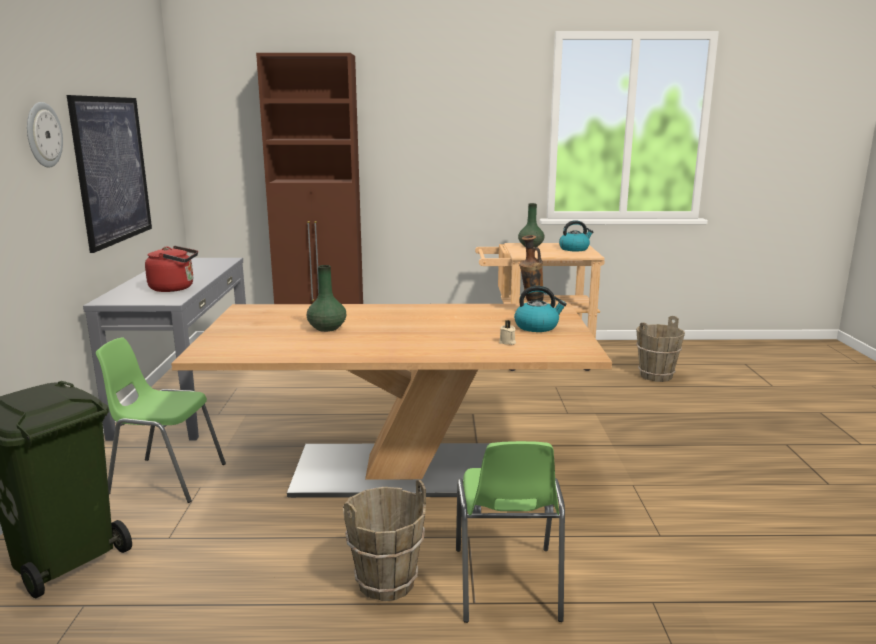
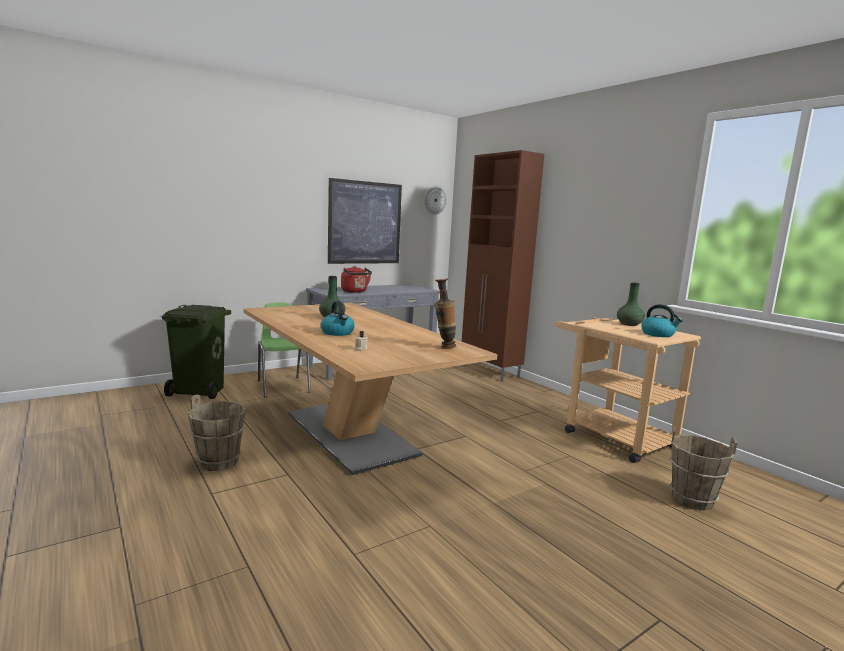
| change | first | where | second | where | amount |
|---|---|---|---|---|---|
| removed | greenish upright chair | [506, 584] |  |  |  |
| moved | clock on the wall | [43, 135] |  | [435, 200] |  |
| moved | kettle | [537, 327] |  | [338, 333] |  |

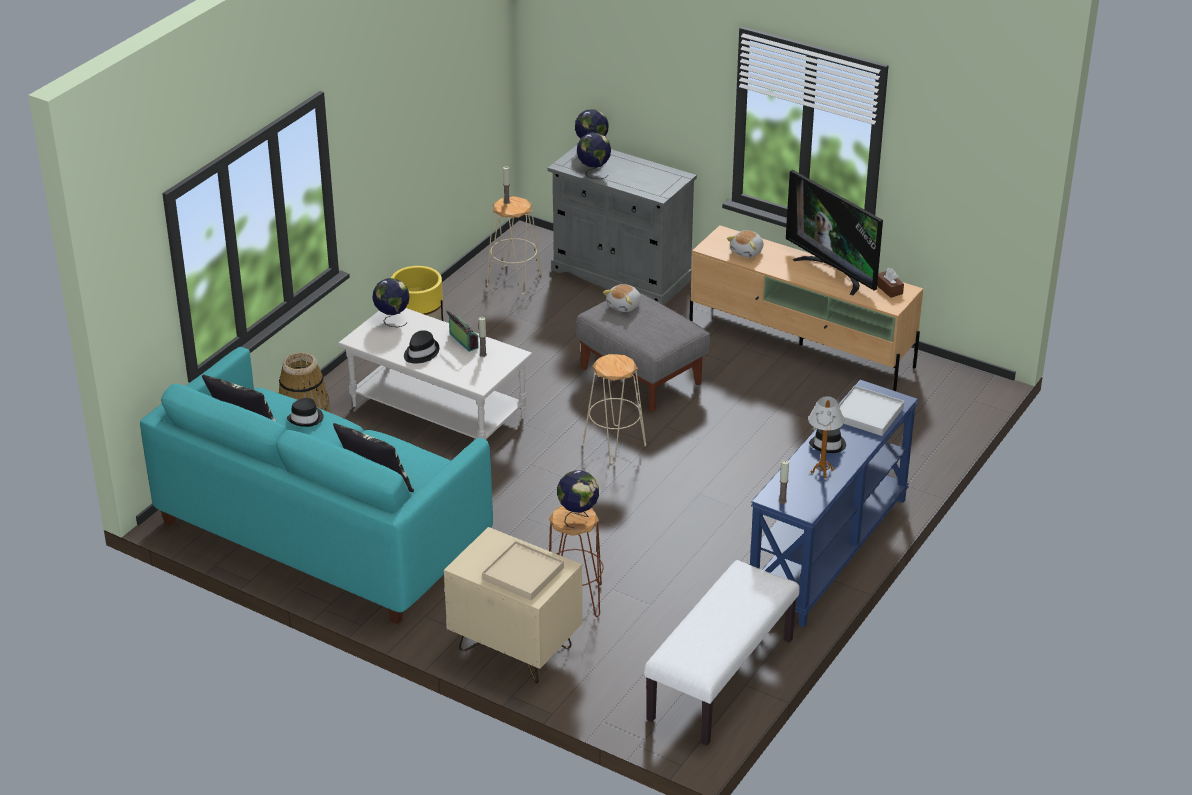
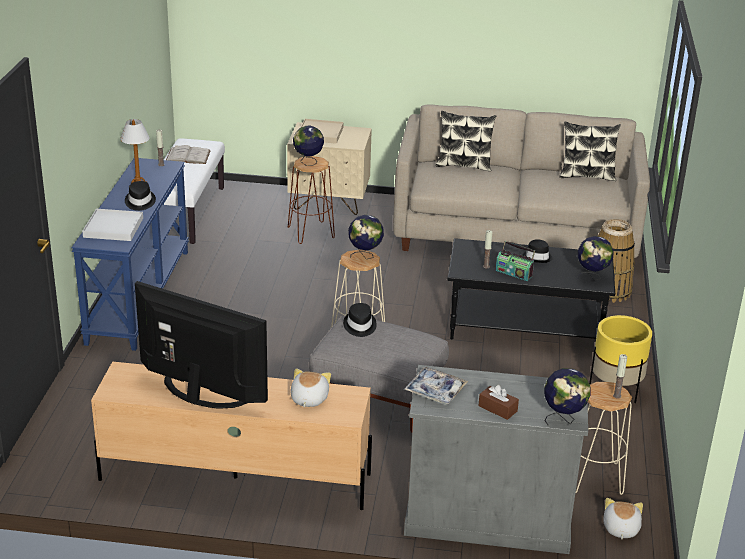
| change | first | where | second | where | amount |
|---|---|---|---|---|---|
| added |  |  | white volume | [188, 156] |  |
| added |  |  | serving tray | [435, 391] |  |
| moved | black-coloured wearable hat | [306, 418] |  | [359, 326] |  |
| moved | globe | [593, 173] |  | [365, 256] |  |
| moved | soft toy | [624, 306] |  | [620, 529] |  |
| moved | brownish tissue box | [889, 289] |  | [497, 408] |  |
| recoloured | turquoise settee | [322, 532] | sand-coloured settee | [515, 234] |  |
| recoloured | white coffee table | [437, 412] | black-coloured coffee table | [526, 327] |  |

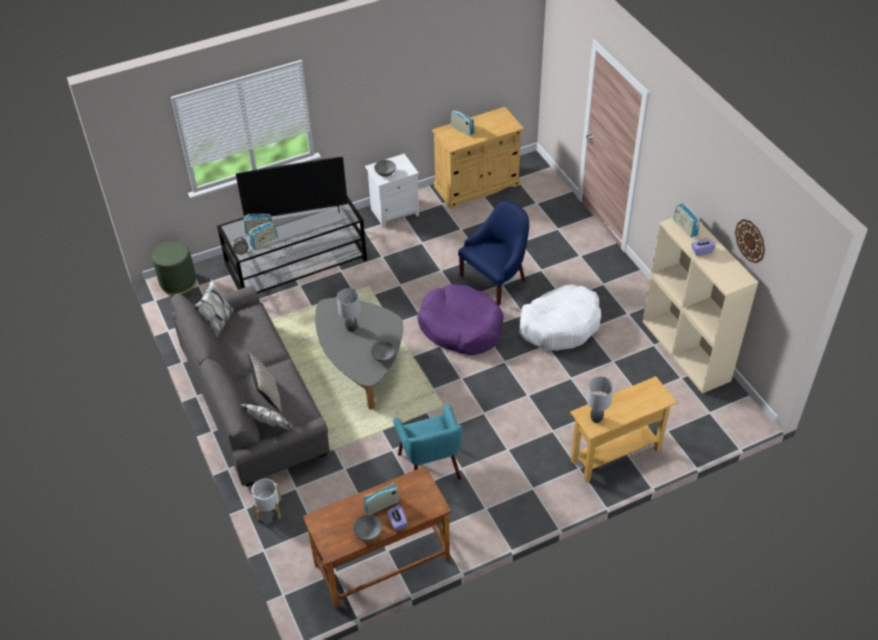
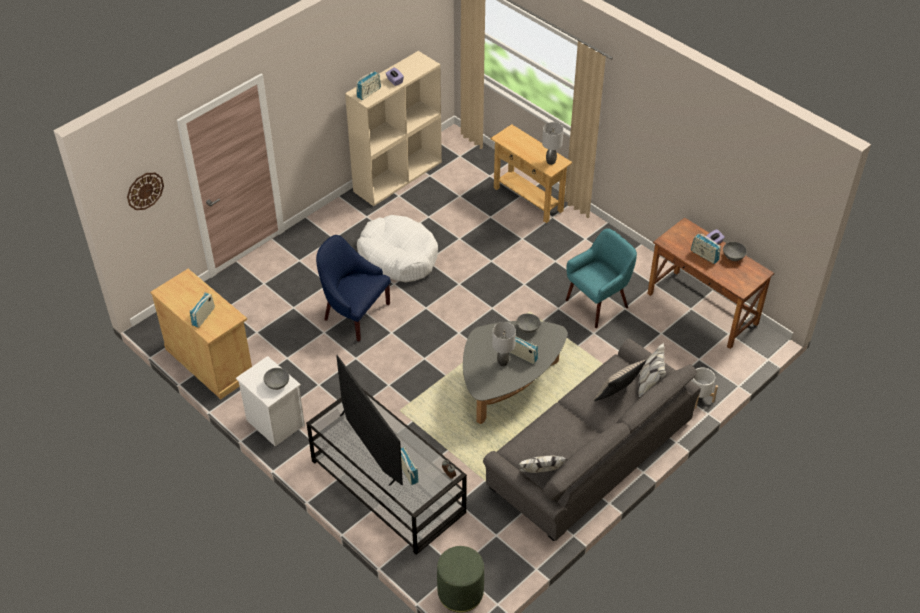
| change | first | where | second | where | amount |
|---|---|---|---|---|---|
| removed | purple dog bed | [461, 327] |  |  |  |
| moved | radio | [264, 242] |  | [522, 356] |  |
| moved | clock on the wall | [750, 240] |  | [145, 190] |  |

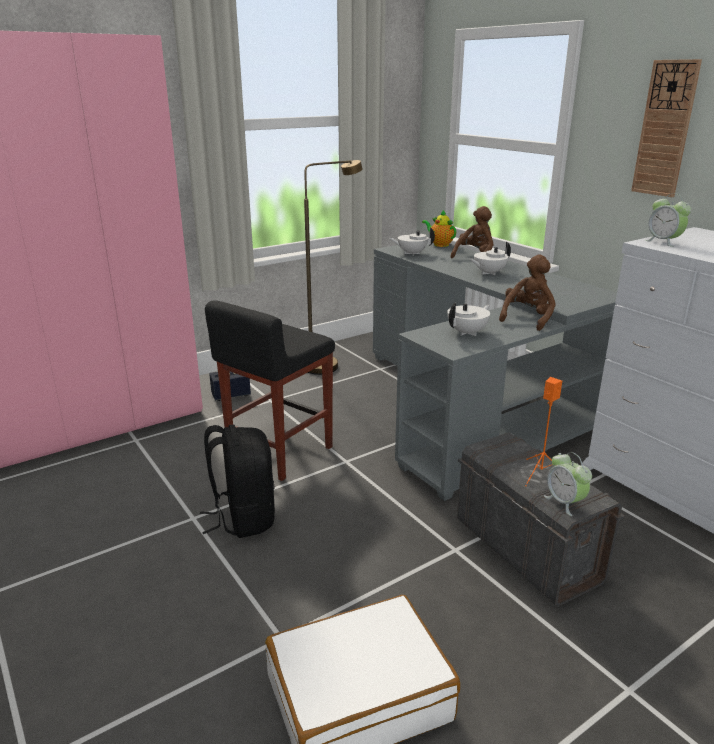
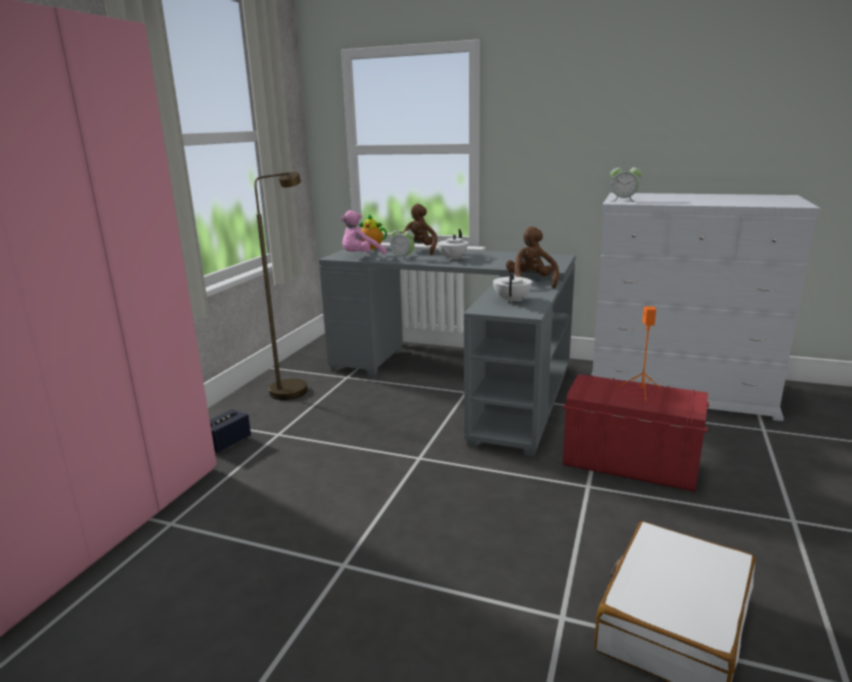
| change | first | where | second | where | amount |
|---|---|---|---|---|---|
| removed | black-coloured rucksack | [243, 518] |  |  |  |
| removed | black-coloured sitting stool | [279, 452] |  |  |  |
| removed | clock on the wall | [665, 129] |  |  |  |
| moved | bedside clock | [564, 502] |  | [402, 258] |  |
| replaced | white pot for tea | [411, 253] | pink soft toy | [361, 257] |  |
| recoloured | grey storage box | [526, 550] | red-coloured storage box | [629, 465] |  |

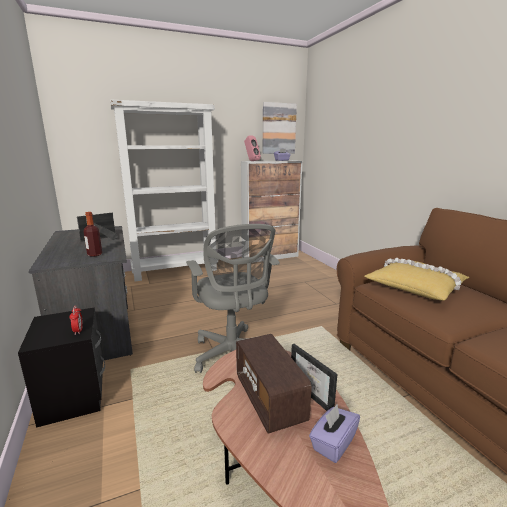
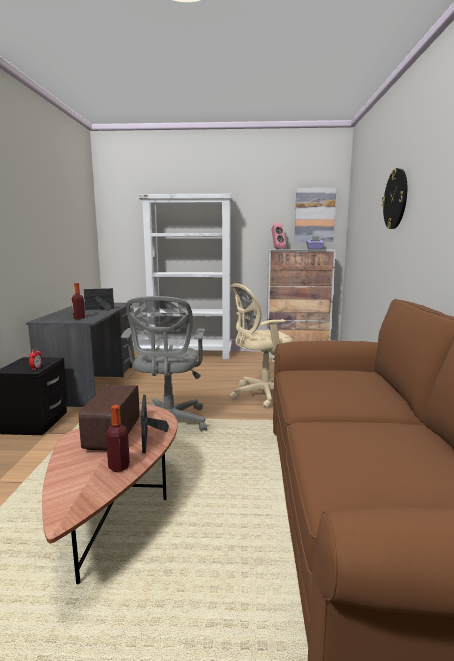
| change | first | where | second | where | amount |
|---|---|---|---|---|---|
| removed | yellow cushion | [416, 286] |  |  |  |
| added |  |  | sand-coloured computer chair | [262, 395] |  |
| added |  |  | clock on the wall | [395, 199] |  |
| replaced | purple tissue box | [333, 443] | drink bottle | [119, 467] |  |

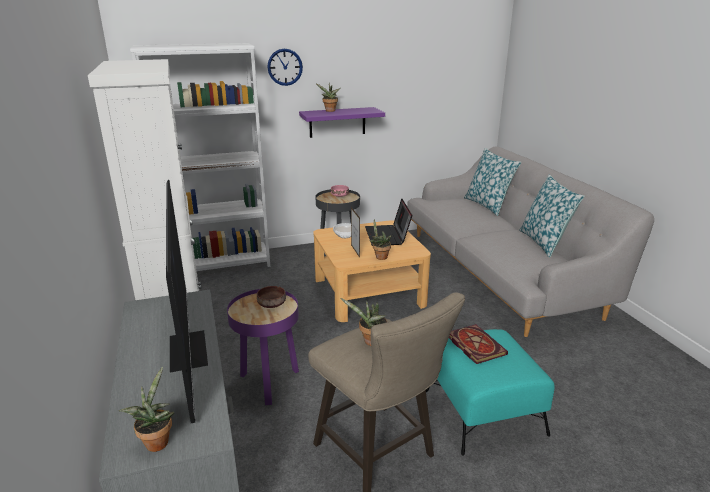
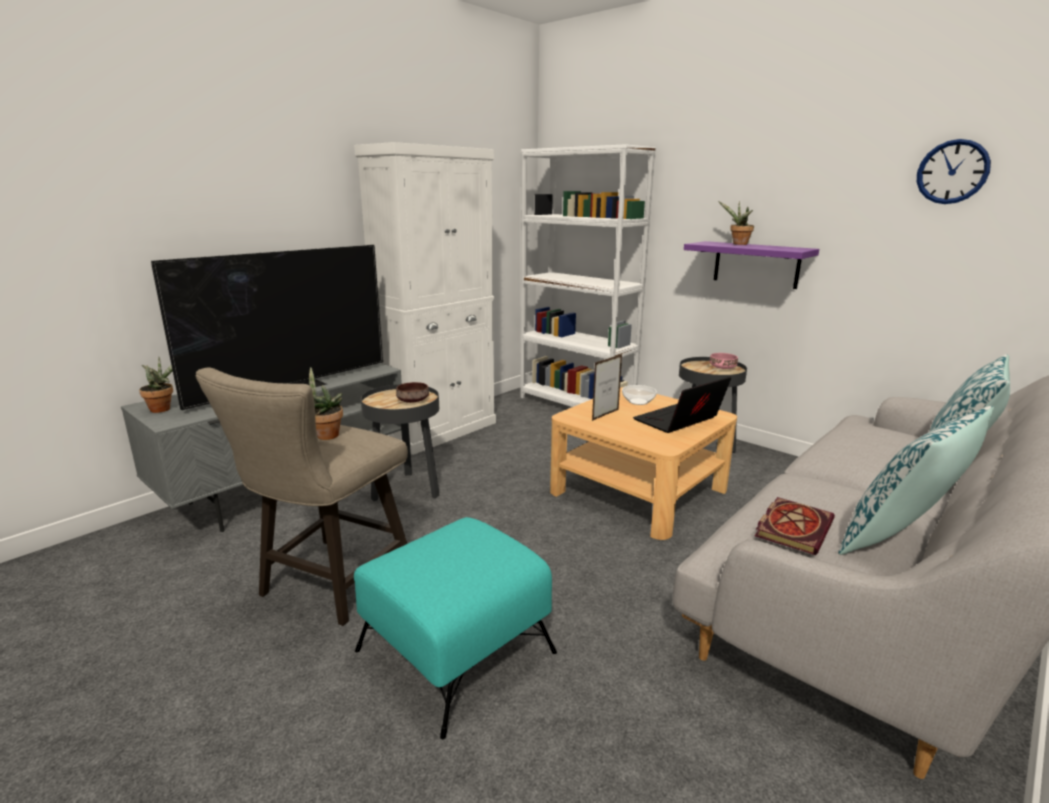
| change | first | where | second | where | amount |
|---|---|---|---|---|---|
| removed | houseplant | [380, 257] |  |  |  |
| moved | clock on the wall | [285, 67] |  | [952, 172] |  |
| moved | volume | [474, 345] |  | [793, 527] |  |
| recoloured | purple end table | [269, 382] | black-coloured end table | [406, 489] |  |

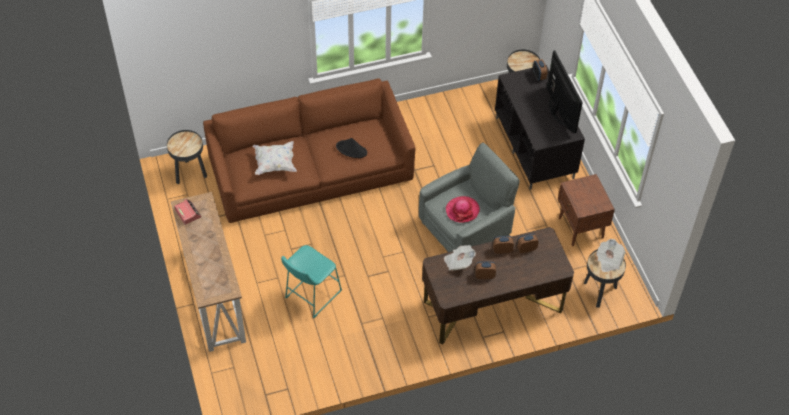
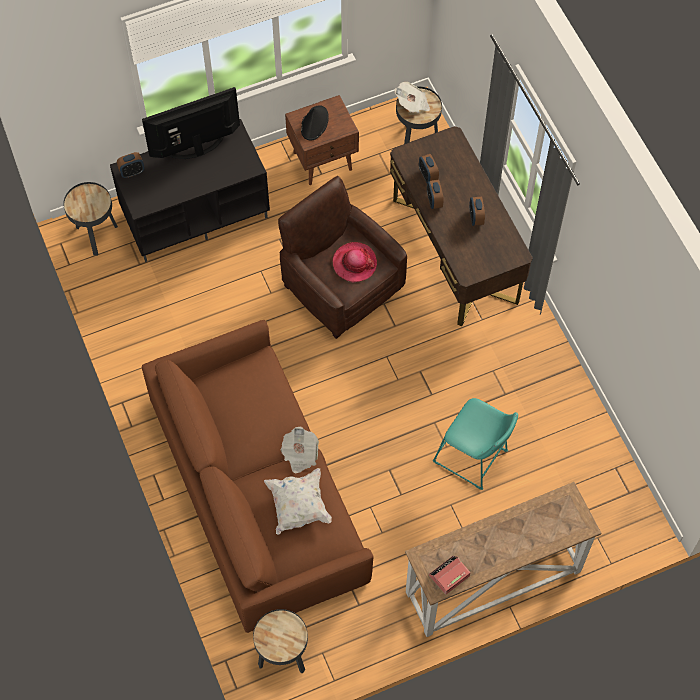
| change | first | where | second | where | amount |
|---|---|---|---|---|---|
| moved | black-coloured wearable hat | [351, 149] |  | [314, 123] |  |
| moved | newspaper | [458, 262] |  | [300, 455] |  |
| recoloured | grey lounge chair | [466, 229] | brownish lounge chair | [341, 286] |  |

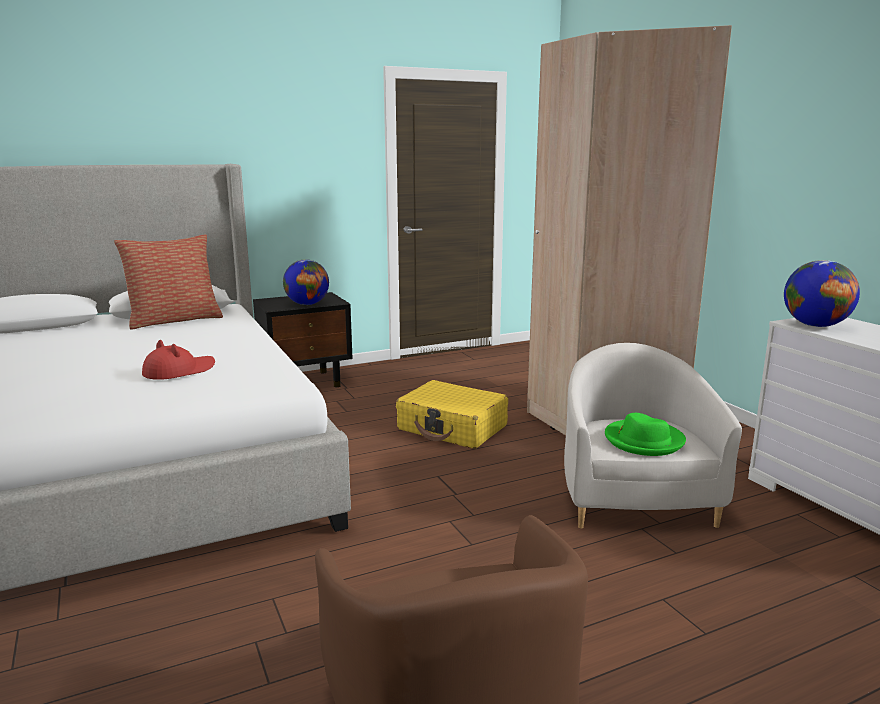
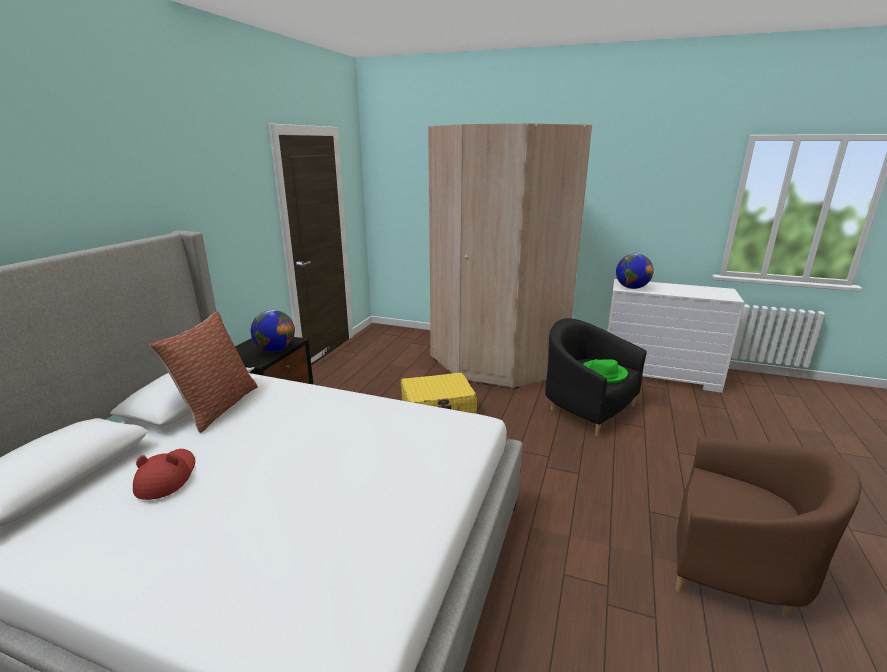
| change | first | where | second | where | amount |
|---|---|---|---|---|---|
| moved | red-coloured wearable hat | [179, 371] |  | [166, 477] |  |
| recoloured | white lounge chair | [633, 499] | black-coloured lounge chair | [587, 408] |  |

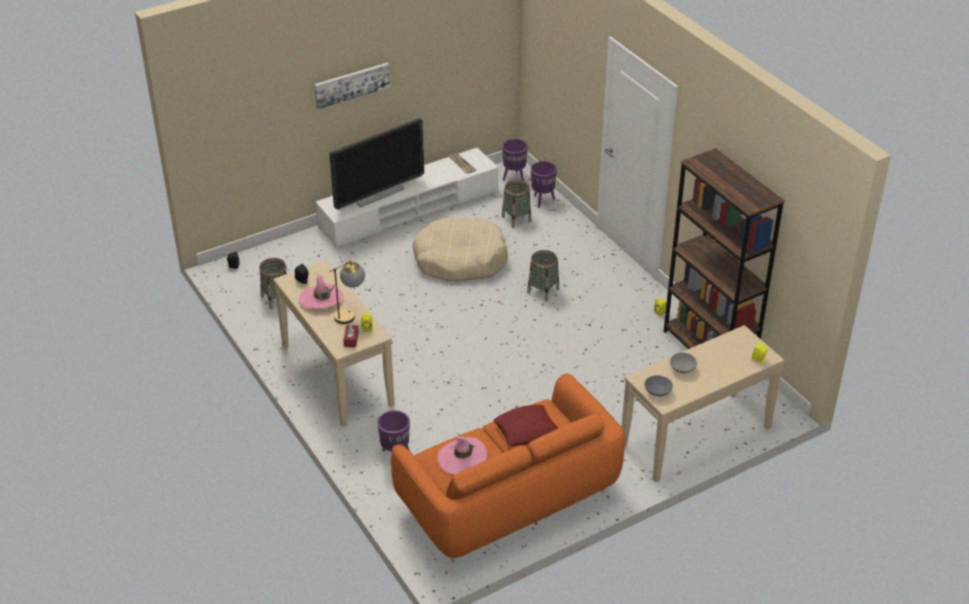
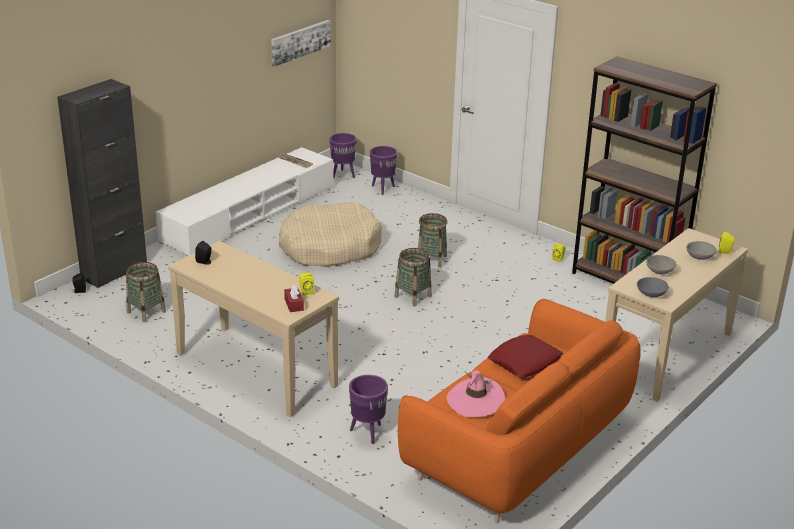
| change | first | where | second | where | amount |
|---|---|---|---|---|---|
| removed | pink wearable hat | [321, 299] |  |  |  |
| removed | tabletop lamp | [350, 314] |  |  |  |
| removed | television | [378, 194] |  |  |  |
| added |  |  | black-coloured cupboard | [114, 271] |  |
| added |  |  | grey bowl | [699, 257] |  |
| moved | wall art | [351, 84] |  | [300, 42] |  |
| moved | household basket | [516, 219] |  | [413, 296] |  |

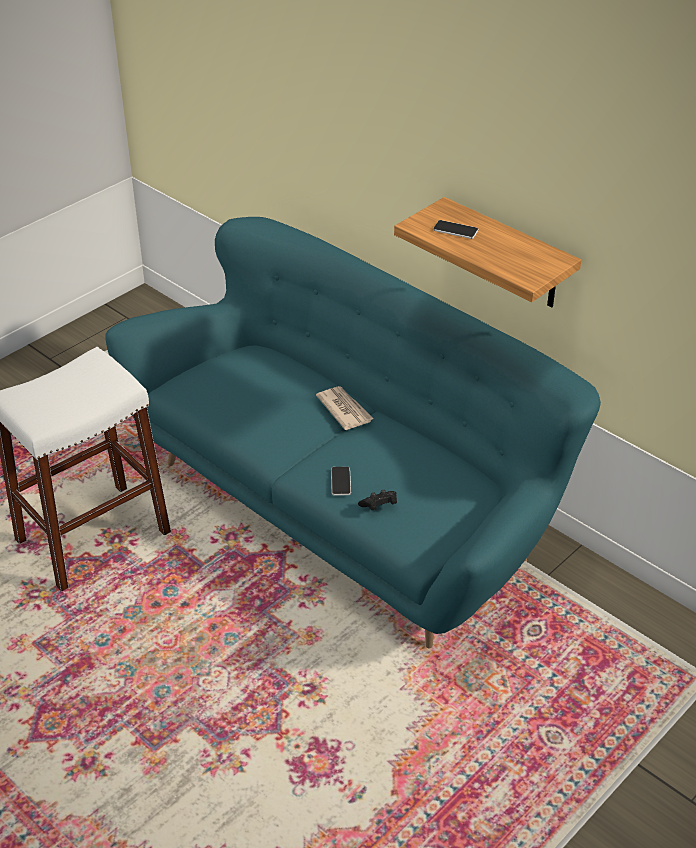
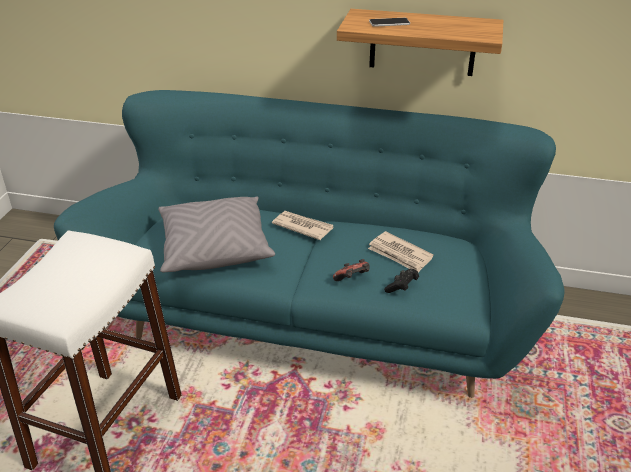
| change | first | where | second | where | amount |
|---|---|---|---|---|---|
| added |  |  | grey cushion | [214, 248] |  |
| added |  |  | newspaper | [400, 254] |  |
| replaced | handset | [340, 481] | gamepad | [352, 280] |  |

